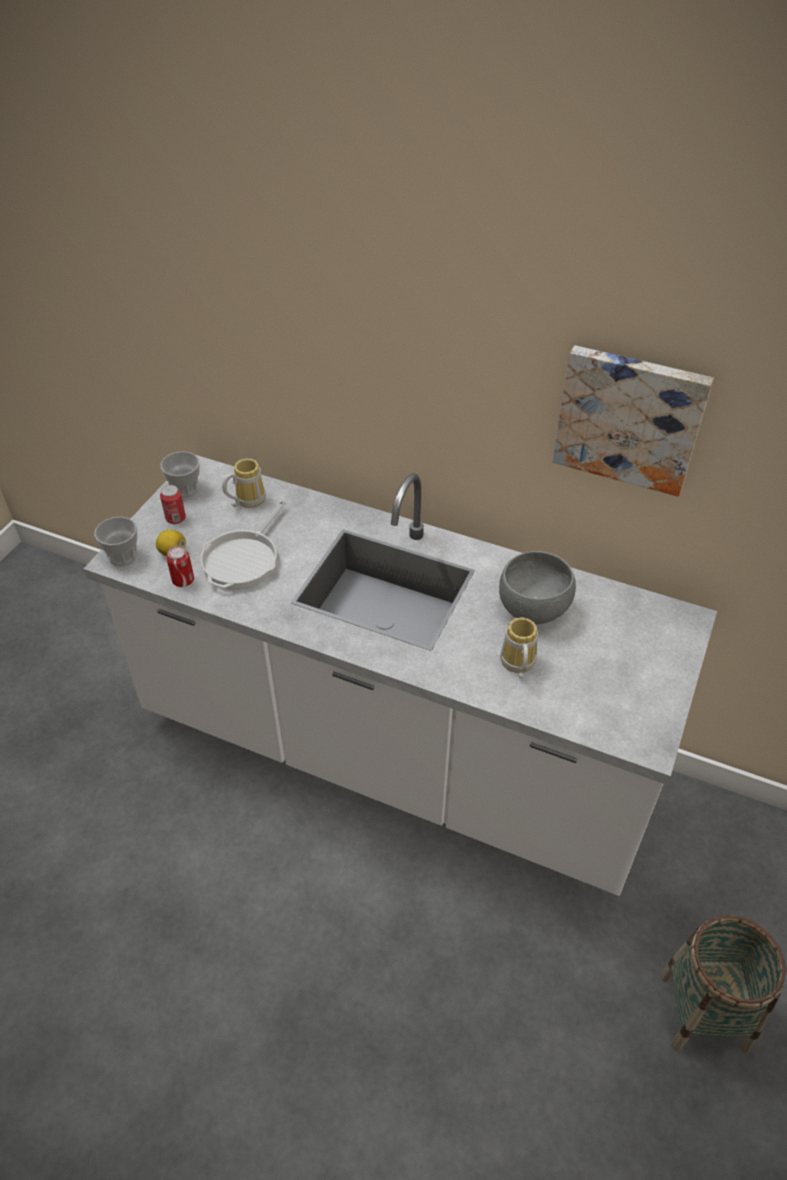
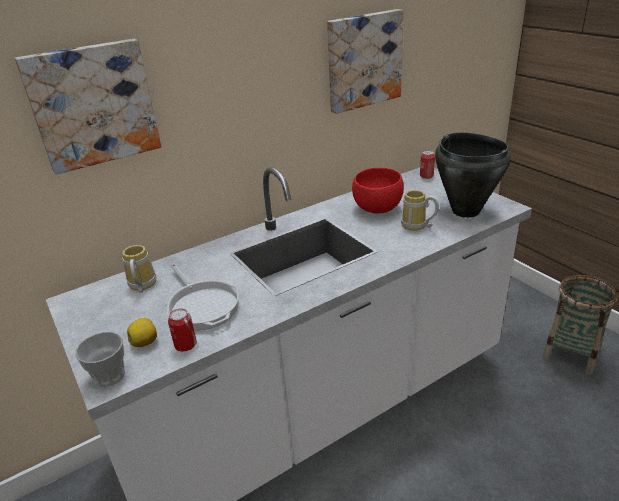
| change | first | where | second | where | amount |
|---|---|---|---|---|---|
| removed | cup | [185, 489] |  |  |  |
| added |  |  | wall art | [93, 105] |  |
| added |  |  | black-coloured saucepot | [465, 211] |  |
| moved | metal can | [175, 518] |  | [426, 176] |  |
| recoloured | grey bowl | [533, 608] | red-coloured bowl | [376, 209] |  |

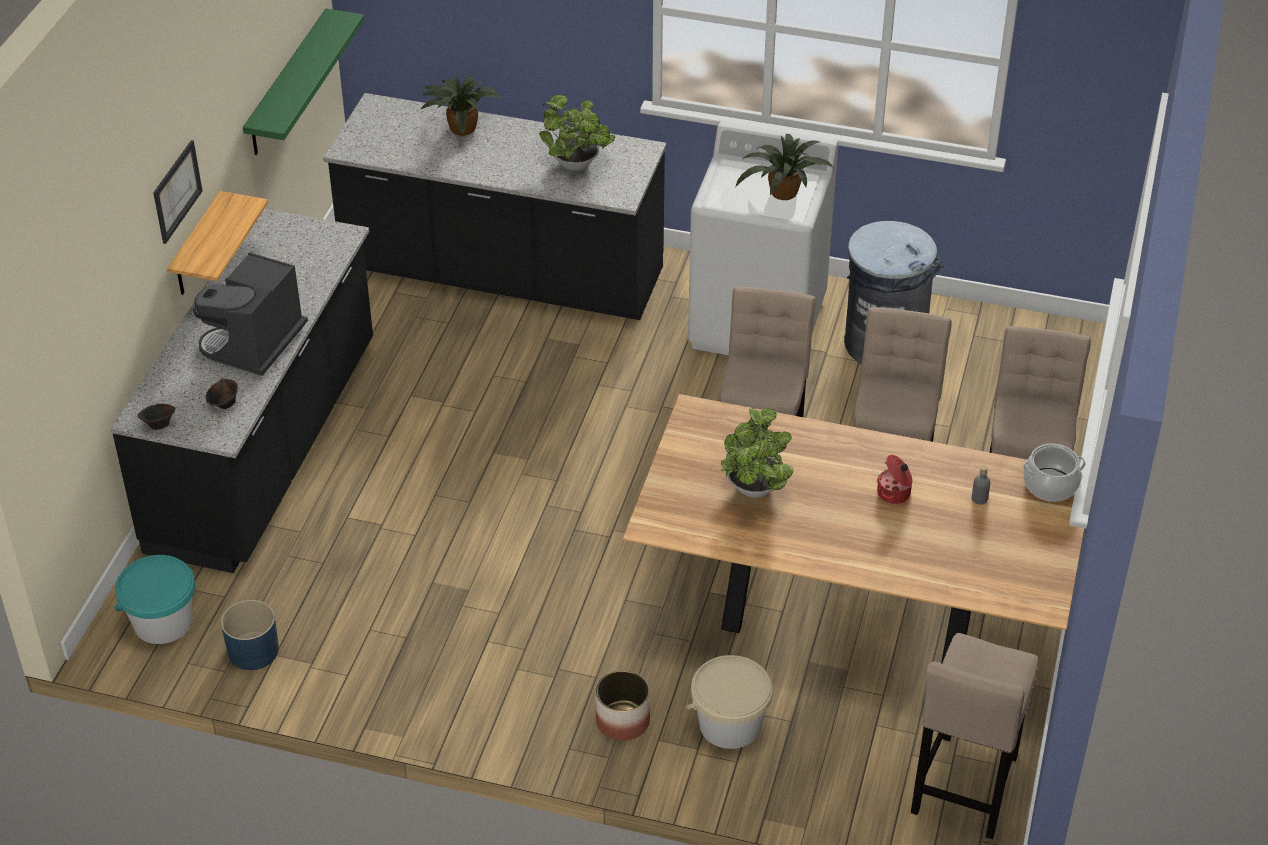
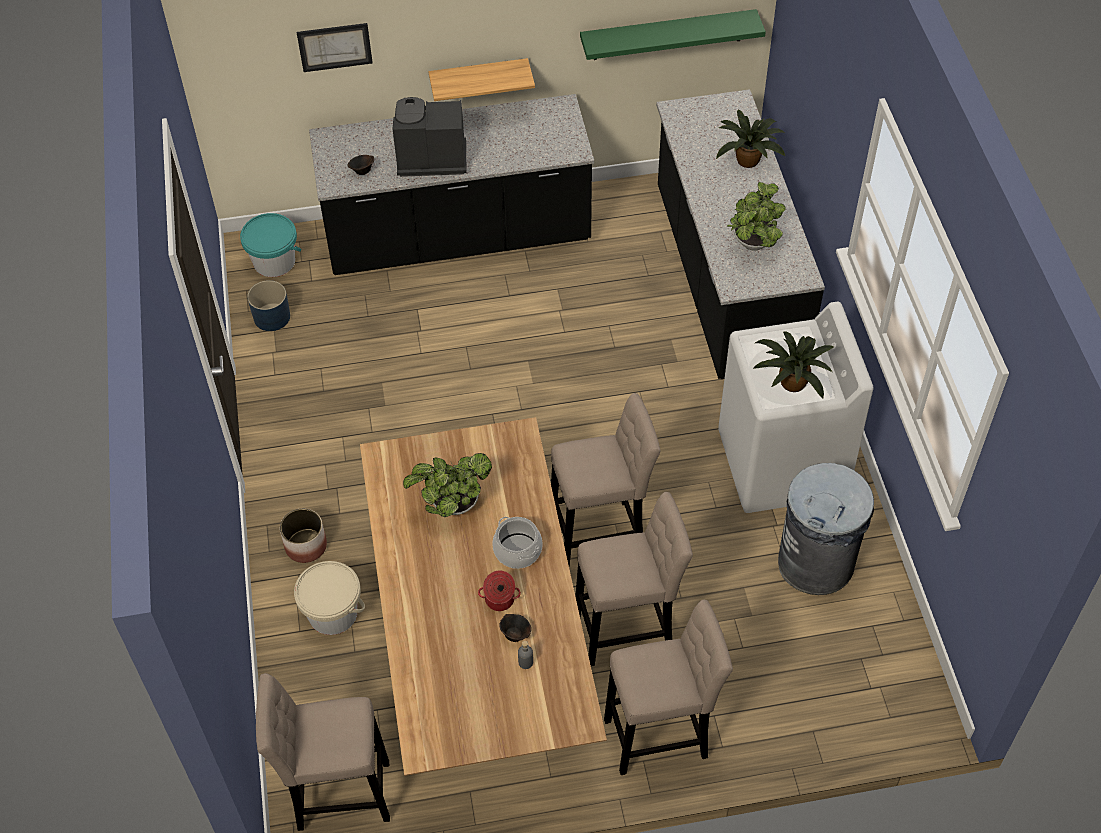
| change | first | where | second | where | amount |
|---|---|---|---|---|---|
| moved | brownish bowl | [158, 424] |  | [515, 634] |  |
| moved | wall art | [176, 191] |  | [335, 47] |  |
| moved | saucepot | [1050, 485] |  | [517, 551] |  |

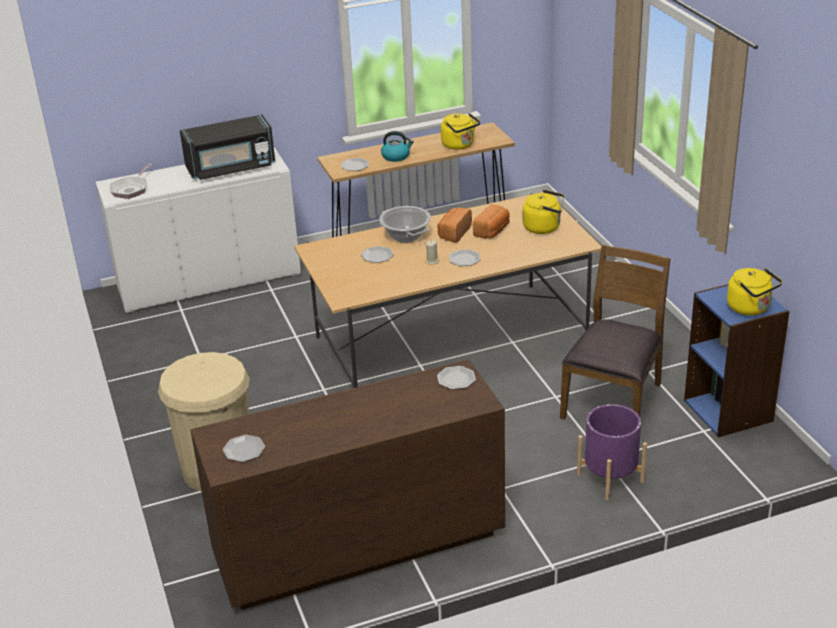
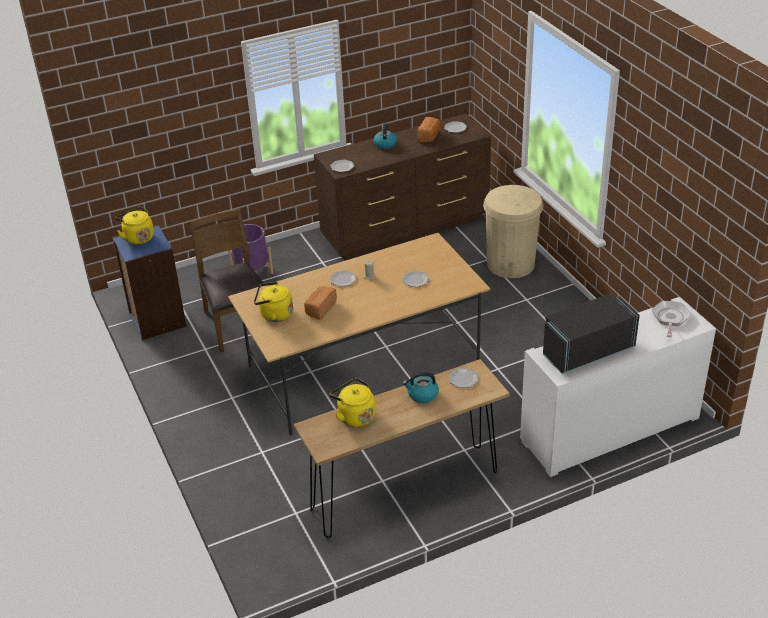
| change | first | where | second | where | amount |
|---|---|---|---|---|---|
| removed | saucepot | [406, 236] |  |  |  |
| added |  |  | kettle | [385, 144] |  |
| moved | bread | [454, 233] |  | [429, 136] |  |
| turned | brownish upright chair | [613, 401] |  | [238, 323] | 135 degrees clockwise |

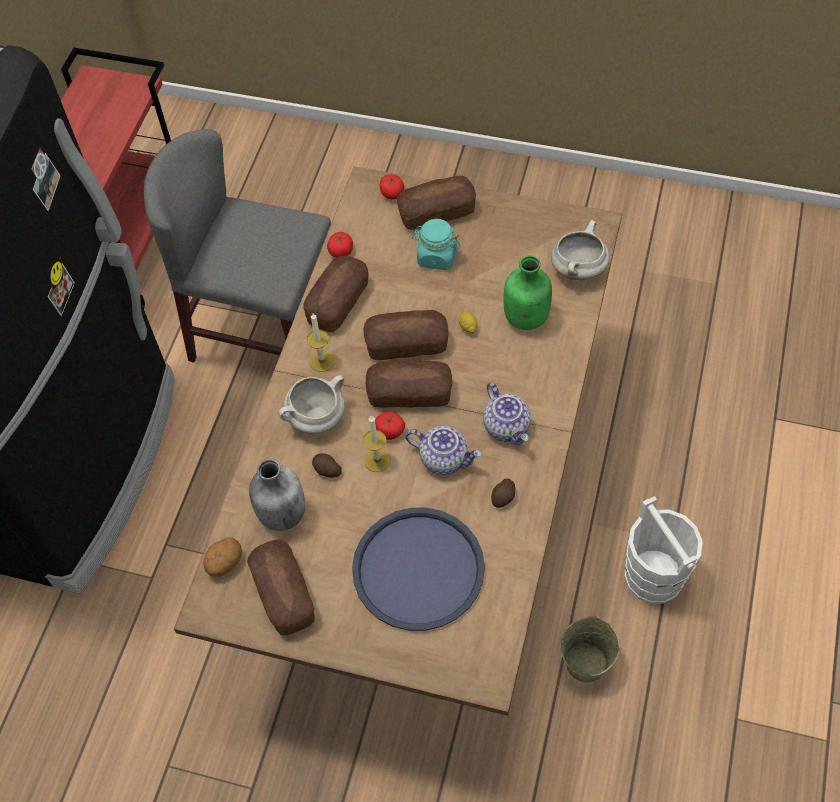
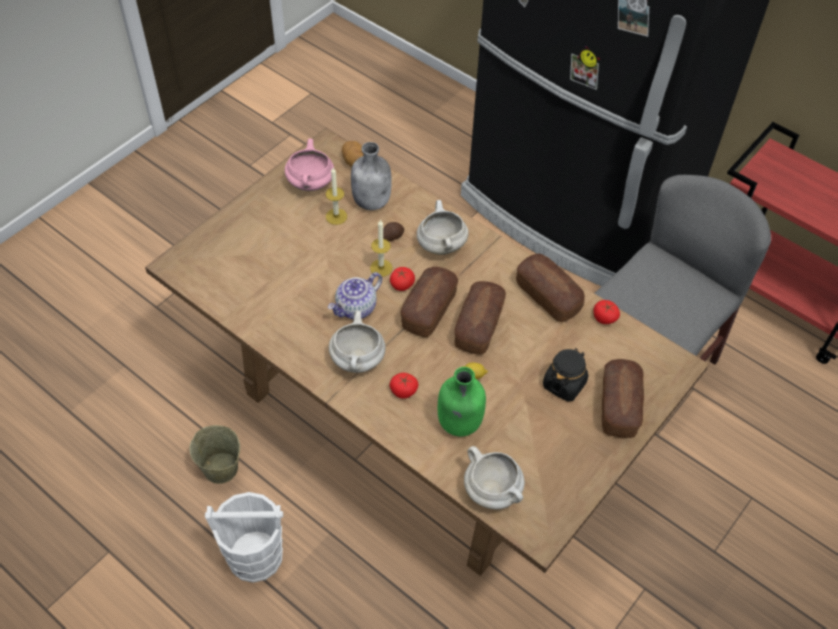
| change | first | where | second | where | amount |
|---|---|---|---|---|---|
| removed | blue-coloured serving tray | [418, 569] |  |  |  |
| removed | spud | [504, 497] |  |  |  |
| moved | candle | [322, 361] |  | [336, 216] |  |
| moved | tomato | [392, 193] |  | [403, 390] |  |
| replaced | bread | [283, 594] | pink saucepot | [311, 184] |  |
| replaced | pot for tea | [507, 427] | white saucepot | [358, 360] |  |
| recoloured | turquoise storage jar | [436, 257] | black-coloured storage jar | [564, 384] |  |

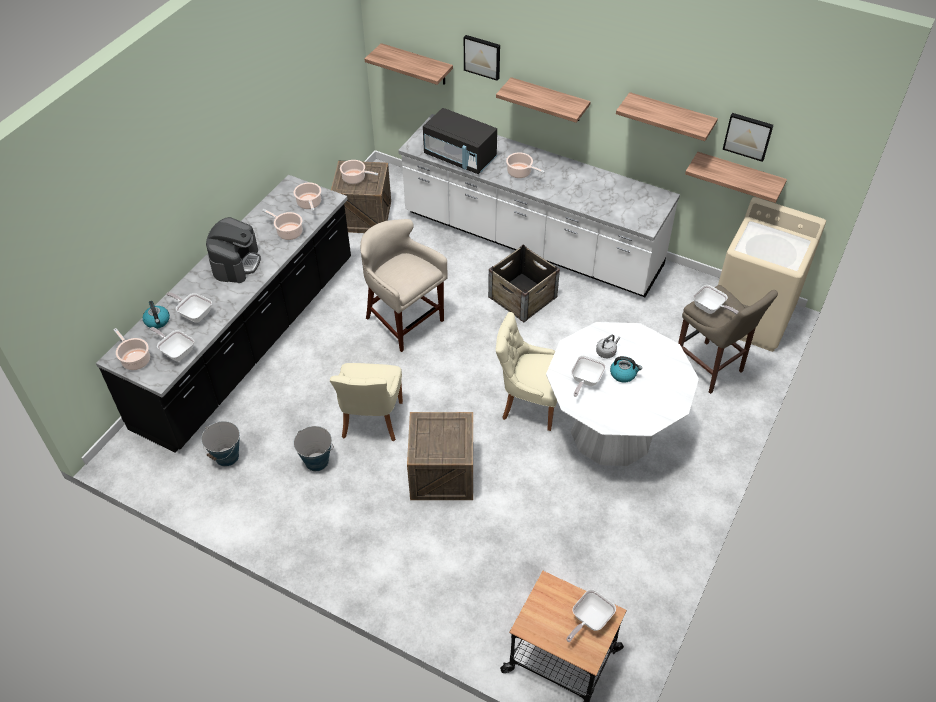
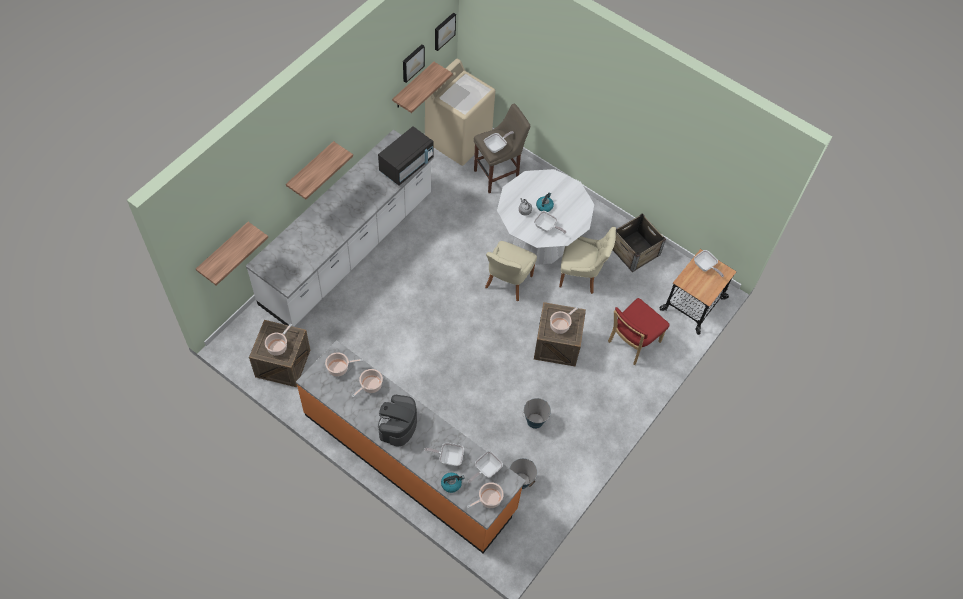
| change | first | where | second | where | amount |
|---|---|---|---|---|---|
| removed | sand-coloured sitting stool | [404, 321] |  |  |  |
| removed | shelf | [670, 116] |  |  |  |
| added |  |  | red-coloured upright chair | [632, 343] |  |
| moved | sand-coloured upright chair | [371, 421] |  | [581, 275] |  |
| moved | black-coloured microwave oven | [460, 157] |  | [406, 165] |  |
| moved | wall art | [482, 56] |  | [444, 31] |  |
| moved | crate | [522, 297] |  | [634, 251] |  |
| moved | saucepot | [520, 173] |  | [560, 325] |  |
| recoloured | black-coloured kitchen counter | [249, 341] | orangey kitchen counter | [409, 461] |  |
| turned | skillet | [194, 313] |  | [448, 457] | 60 degrees clockwise |
| turned | coffee brewer | [236, 263] |  | [398, 425] | 90 degrees counterclockwise |

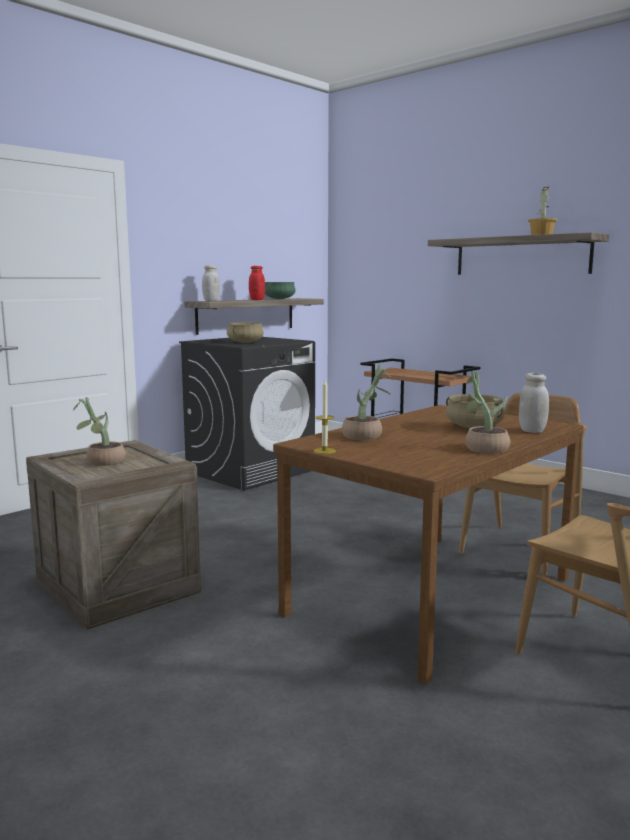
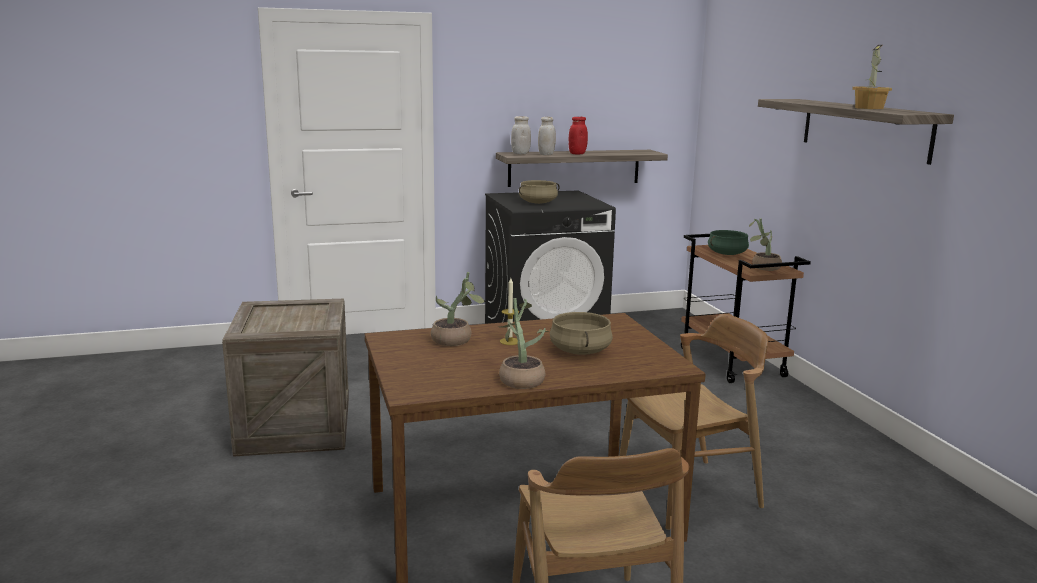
| change | first | where | second | where | amount |
|---|---|---|---|---|---|
| moved | houseplant | [101, 462] |  | [762, 267] |  |
| moved | greenish saucepot | [279, 299] |  | [727, 253] |  |
| moved | candle | [324, 451] |  | [509, 341] |  |
| moved | white storage jar | [532, 431] |  | [546, 154] |  |

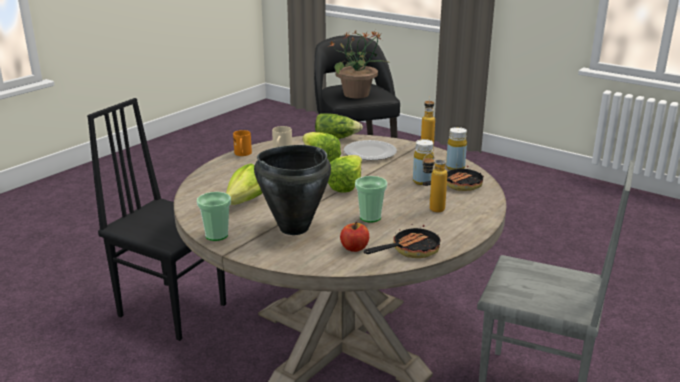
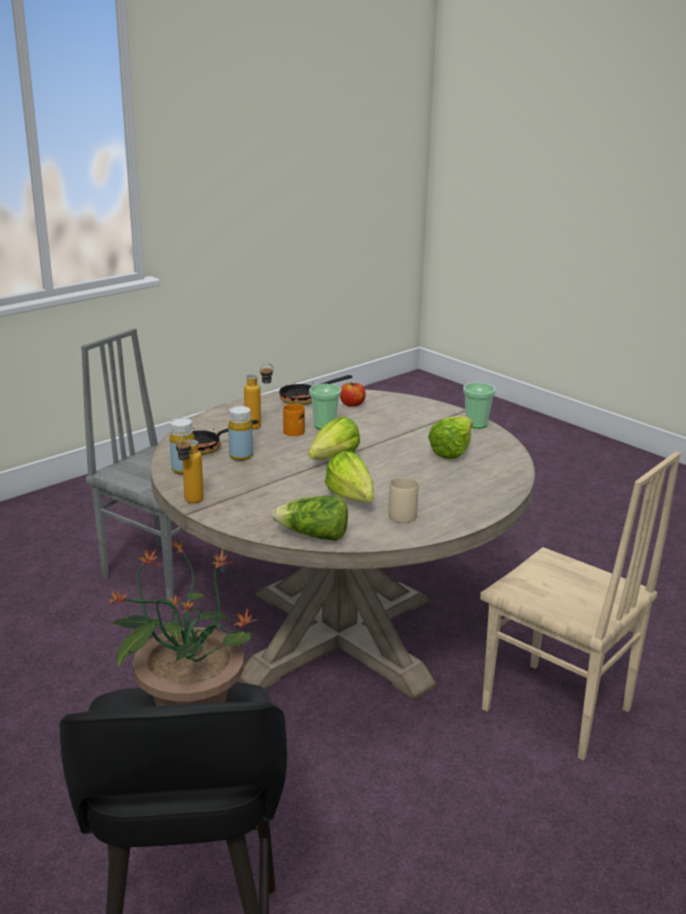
| change | first | where | second | where | amount |
|---|---|---|---|---|---|
| removed | black-coloured saucepot | [293, 228] |  |  |  |
| removed | dinner plate | [369, 153] |  |  |  |
| moved | orangey coffee mug | [242, 154] |  | [294, 430] |  |
| recoloured | black-coloured upright chair | [173, 309] | sand-coloured upright chair | [556, 711] |  |

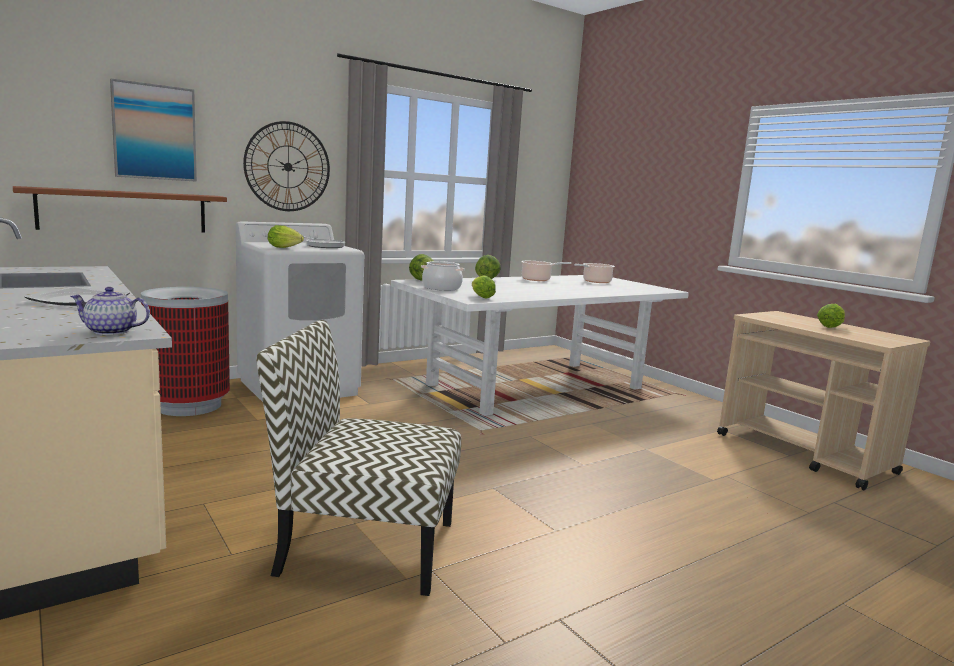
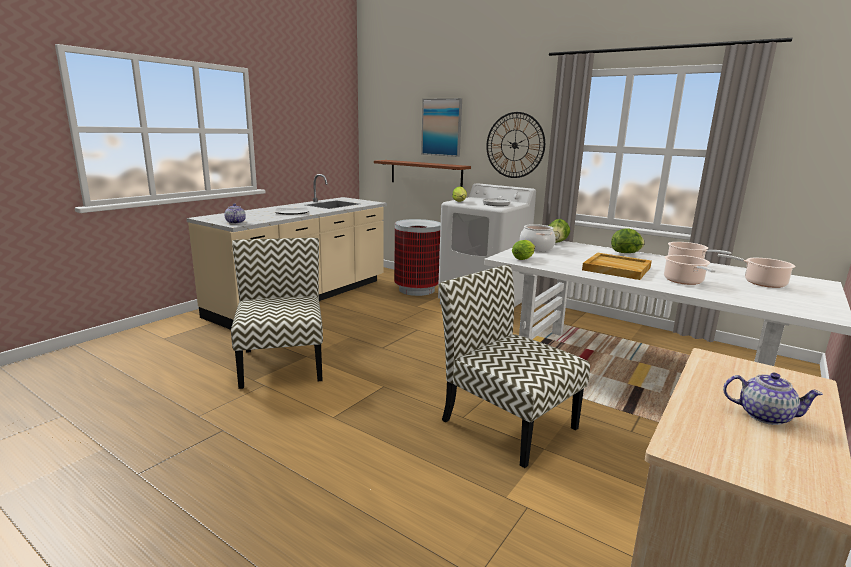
| change | first | where | second | where | amount |
|---|---|---|---|---|---|
| added |  |  | upright chair | [507, 423] |  |
| added |  |  | sand-coloured serving tray | [616, 269] |  |
| added |  |  | saucepot | [684, 281] |  |
| replaced | lettuce head | [831, 326] | pot for tea | [764, 415] |  |

